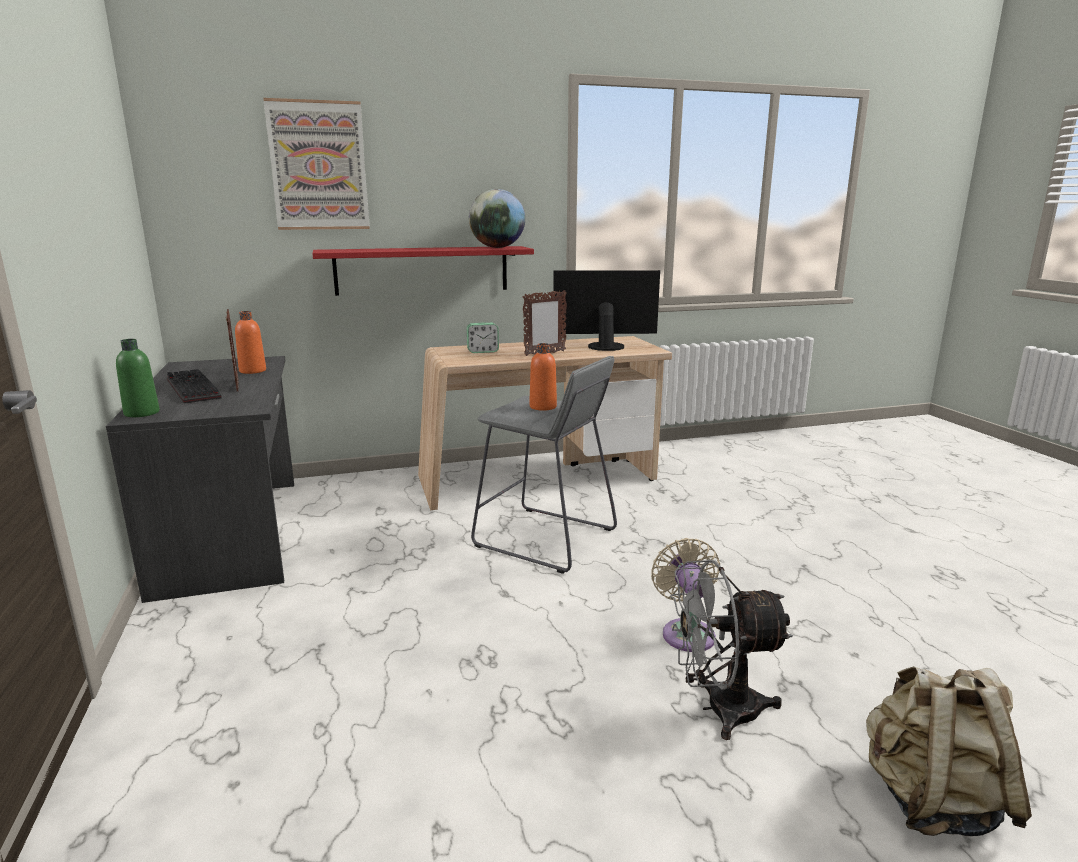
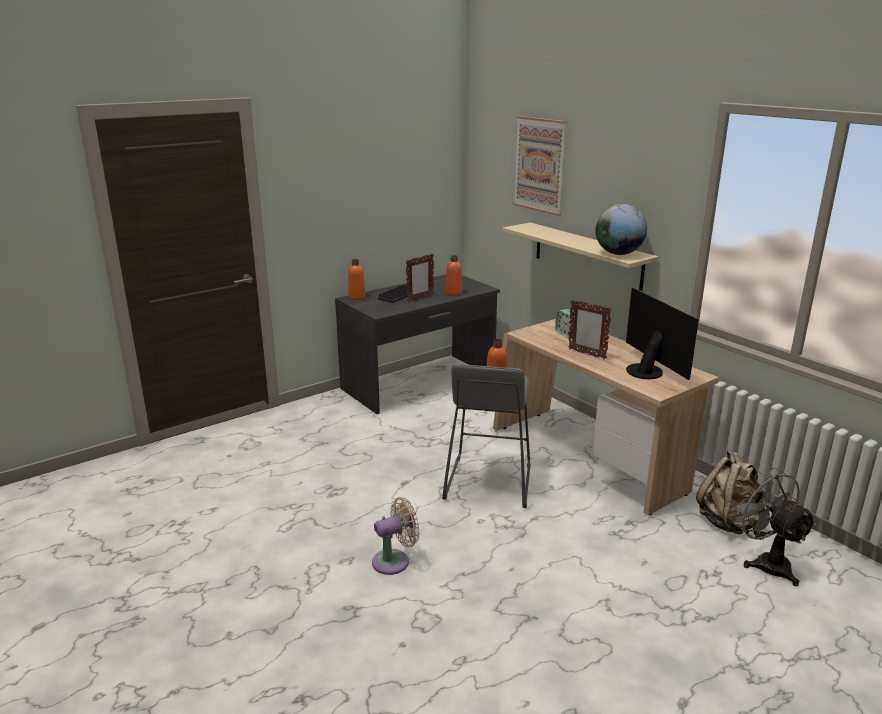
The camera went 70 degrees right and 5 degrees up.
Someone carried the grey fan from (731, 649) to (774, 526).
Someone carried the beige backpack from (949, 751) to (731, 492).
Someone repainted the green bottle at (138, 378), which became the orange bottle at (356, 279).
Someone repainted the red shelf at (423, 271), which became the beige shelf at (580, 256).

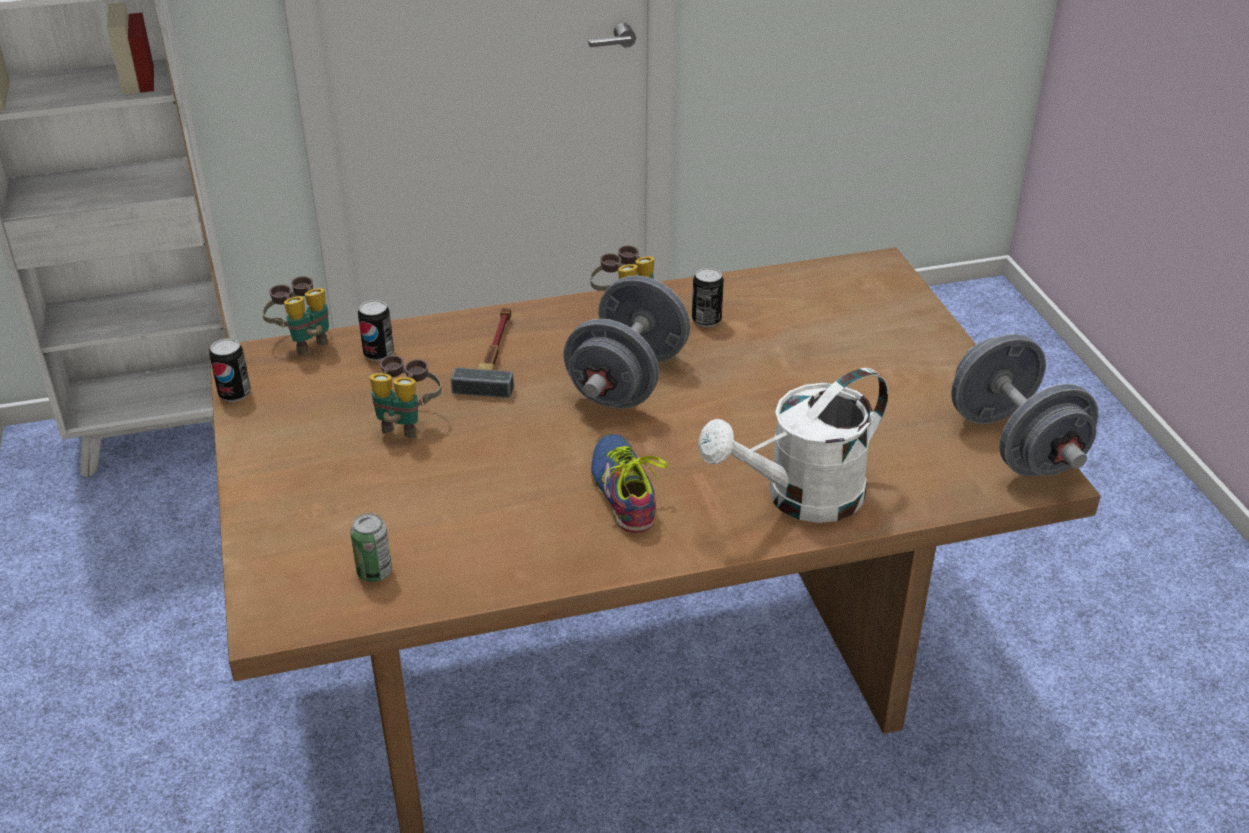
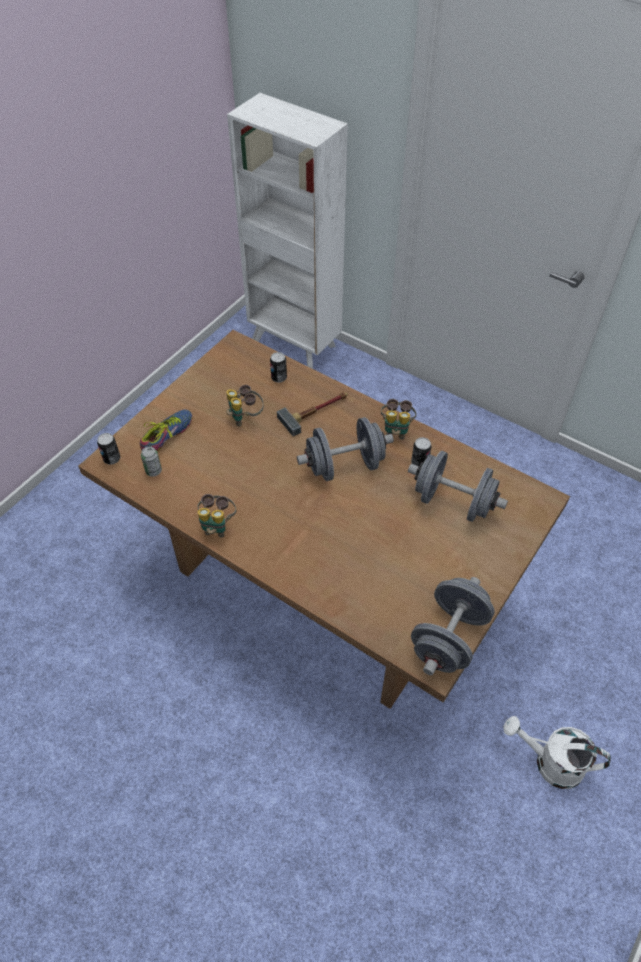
The camera went 50 degrees right and 15 degrees up.
Someone put down the grey dumbbell at (458, 486).
Someone carried the can from (230, 370) to (108, 449).
Someone carried the binoculars from (295, 315) to (217, 515).
Someone carried the shoe from (629, 483) to (166, 431).
Someone carried the white watering can from (793, 445) to (557, 752).

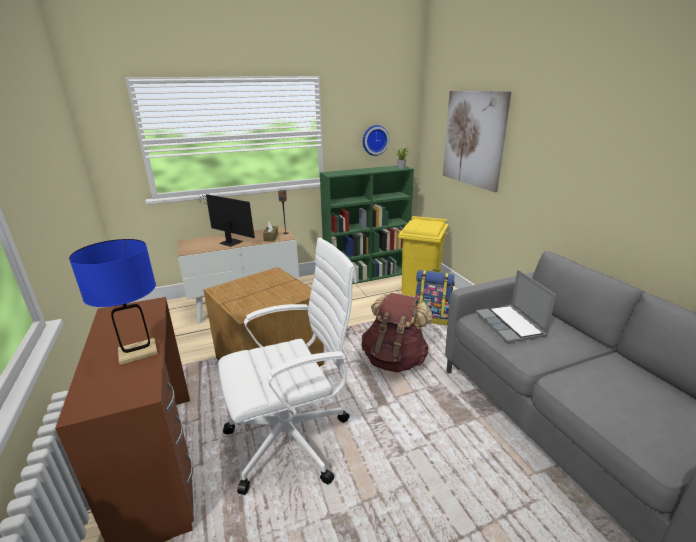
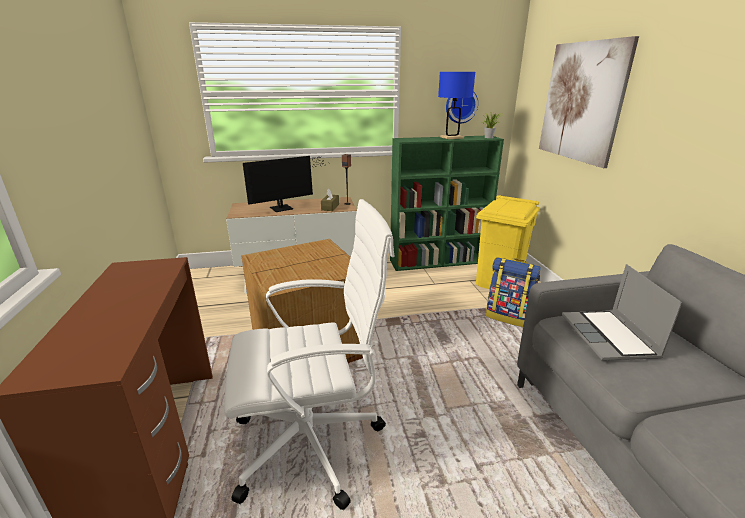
The camera went 10 degrees right and 0 degrees up.
Someone took away the brown backpack at (397, 333).
Someone carried the blue table lamp from (113, 302) to (456, 105).
Someone rotated the monitor at (225, 220) by 105 degrees clockwise.

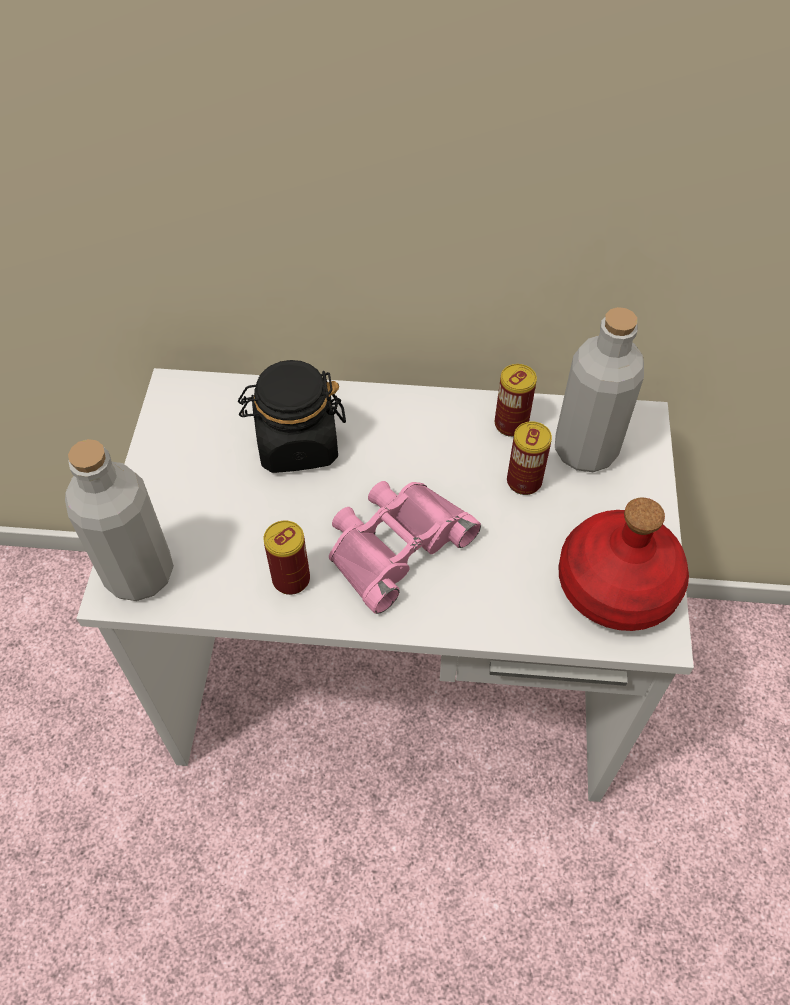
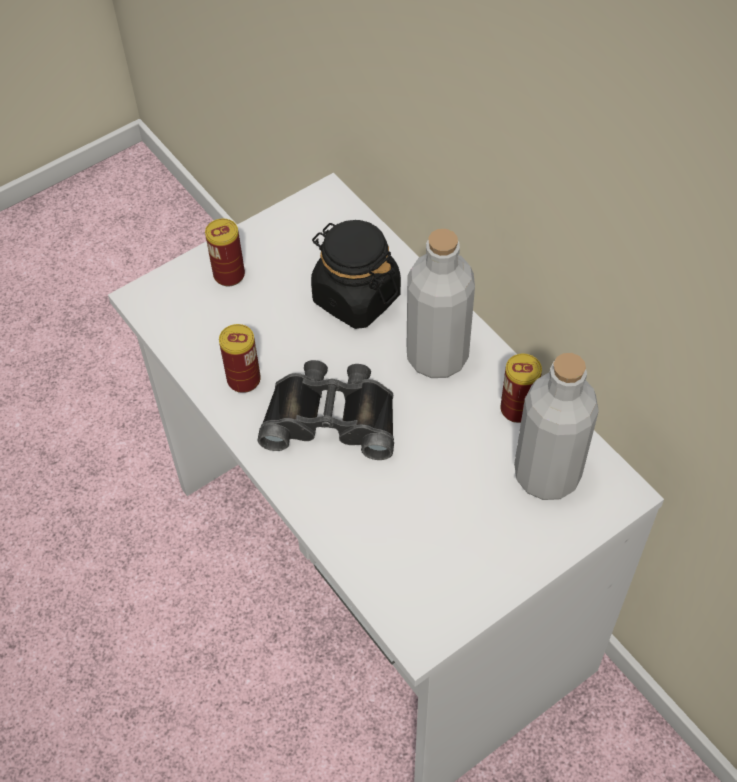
The camera went 50 degrees right and 0 degrees up.
Someone took away the red bottle at (623, 564).
Someone carried the grey bottle from (119, 520) to (441, 303).
Someone carried the can from (529, 458) to (225, 252).
Someone repainted the pink binoculars at (405, 547), which became the black binoculars at (325, 410).

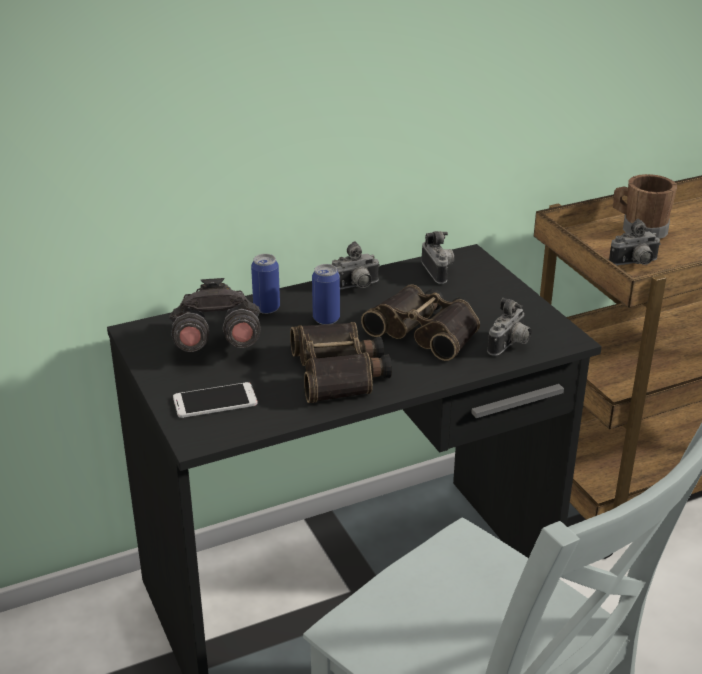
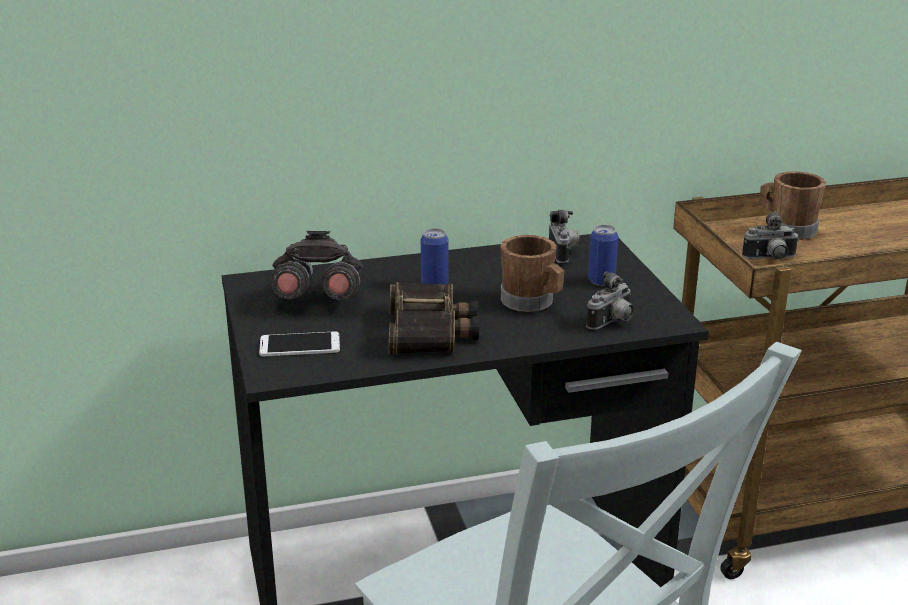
The camera went 10 degrees right and 5 degrees down.
Someone took away the photo camera at (355, 265).
Someone carried the can from (265, 284) to (603, 255).
Someone swapped the binoculars at (420, 322) for the brown mug at (532, 273).

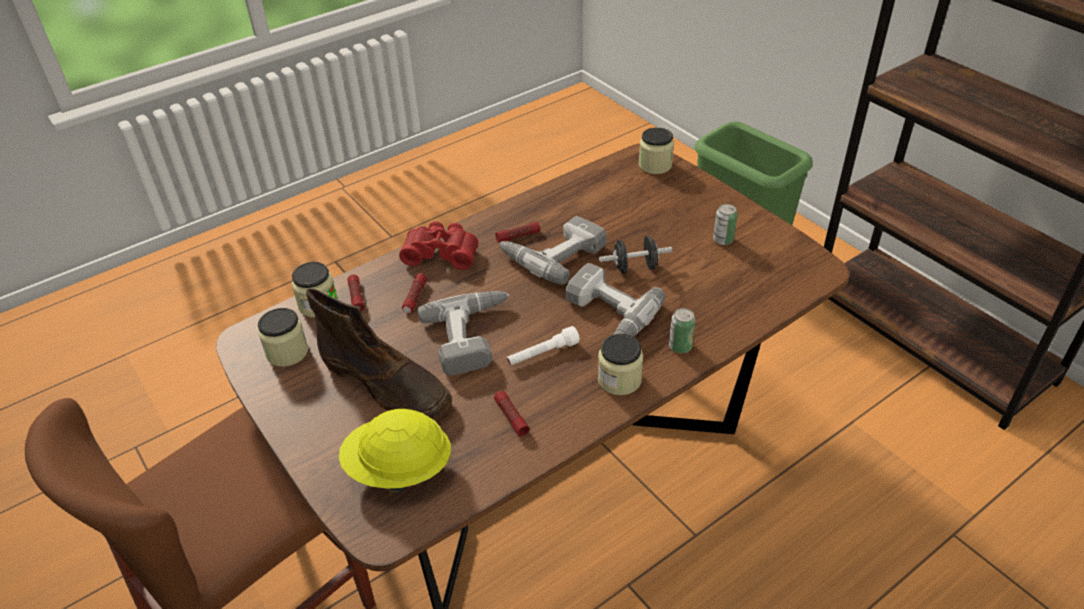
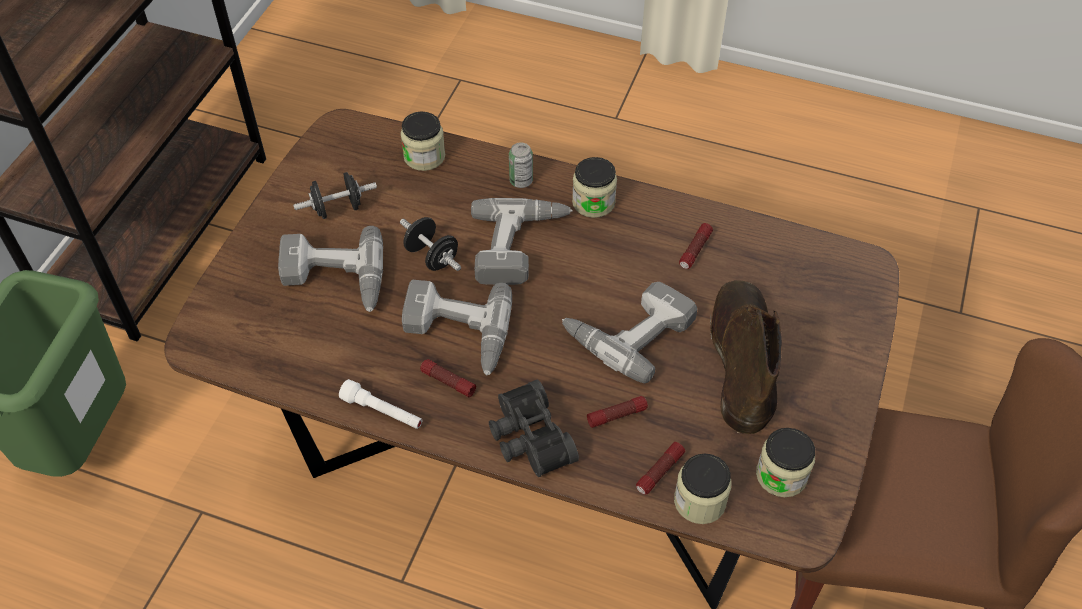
The camera went 125 degrees left and 10 degrees up.
Someone took away the yellow hard hat at (395, 451).
Someone put down the power drill at (330, 269).
Someone carried the white flashlight from (543, 346) to (380, 404).
Someone carried the jar from (656, 150) to (423, 141).
Someone swapped the can at (725, 224) for the black dumbbell at (335, 195).
Someone repainted the red binoculars at (439, 245), which became the black binoculars at (534, 428).

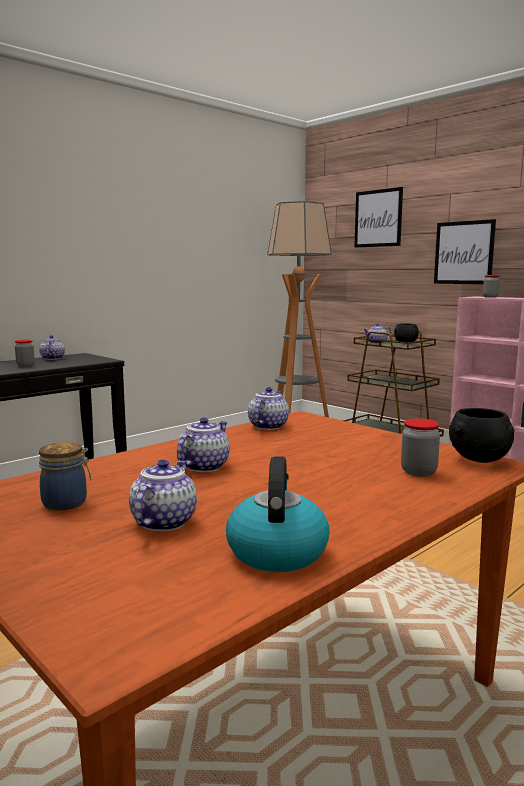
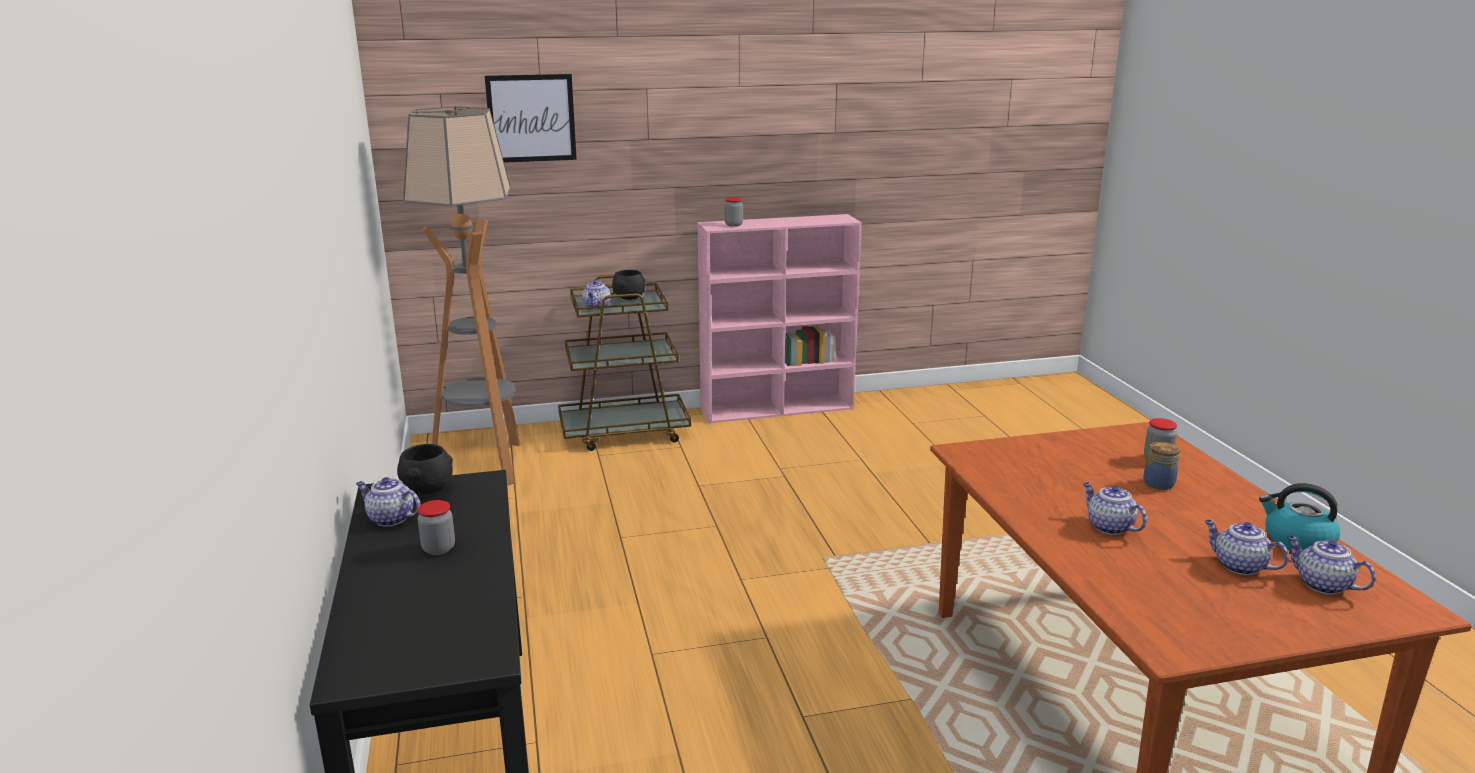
The camera went 60 degrees left and 10 degrees up.
Someone took away the picture at (465, 251).
Someone carried the jar from (65, 476) to (1161, 466).
Someone carried the teapot from (268, 408) to (1331, 565).
Someone carried the black bowl from (481, 435) to (425, 469).

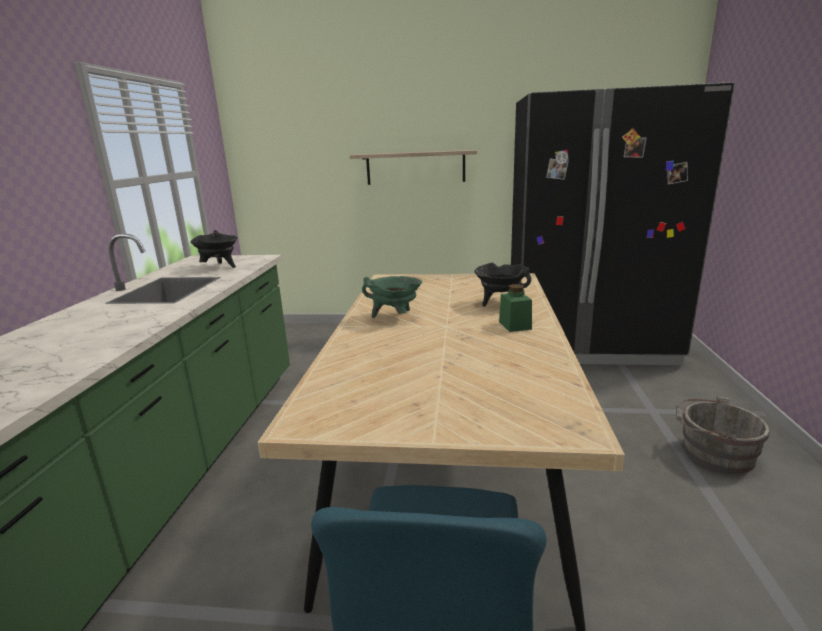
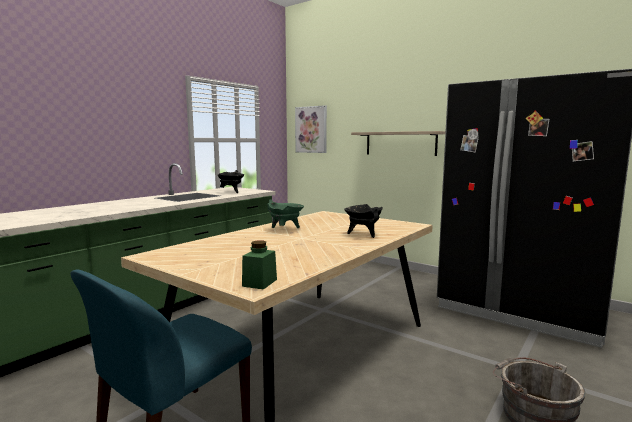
The camera went 30 degrees right and 10 degrees down.
Someone put up the picture at (311, 129).
Someone carried the green jar from (515, 308) to (259, 265).

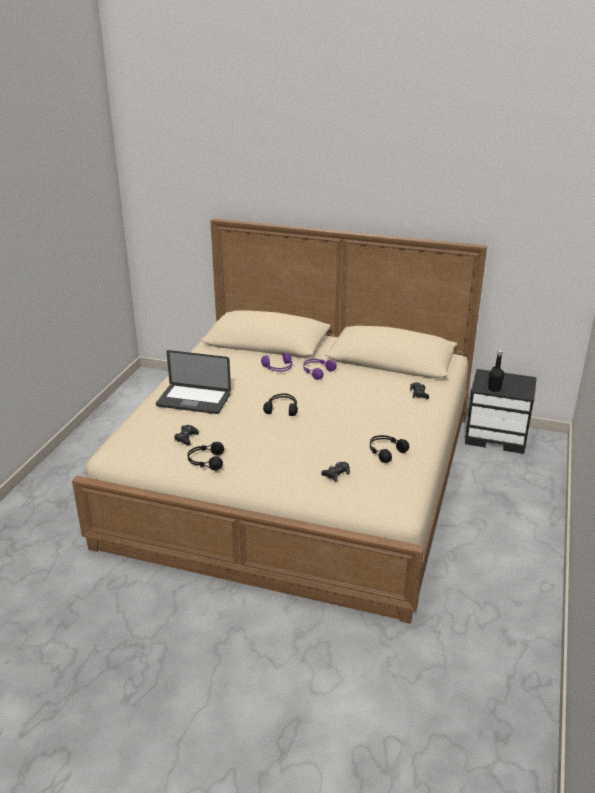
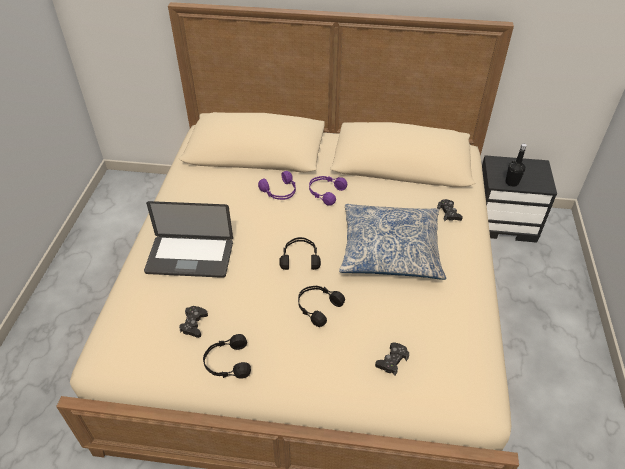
The camera went 10 degrees left and 15 degrees up.
Someone put down the pillow at (392, 242).
Someone carried the black headphones from (389, 449) to (321, 306).

